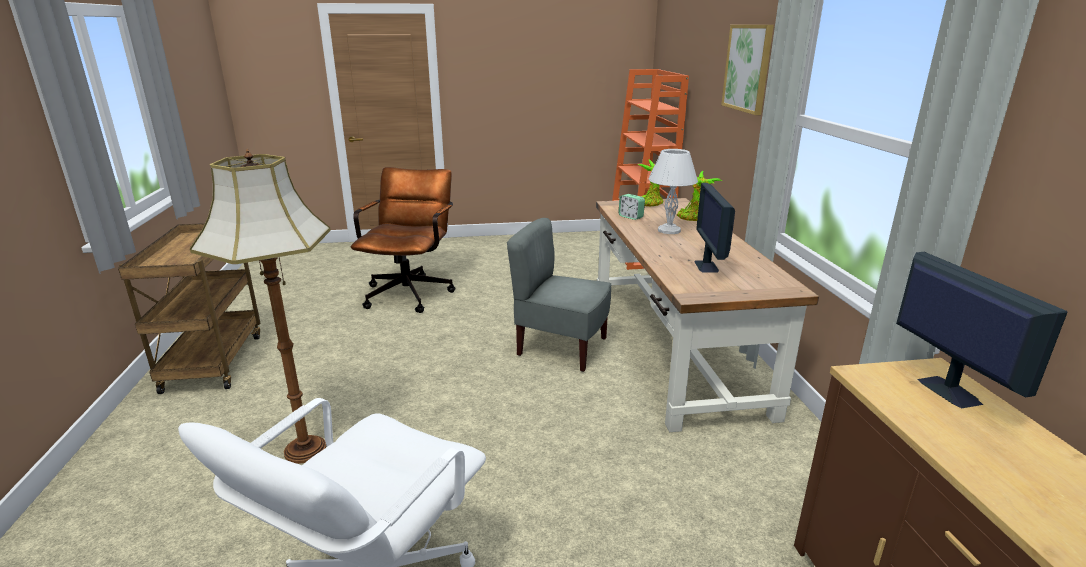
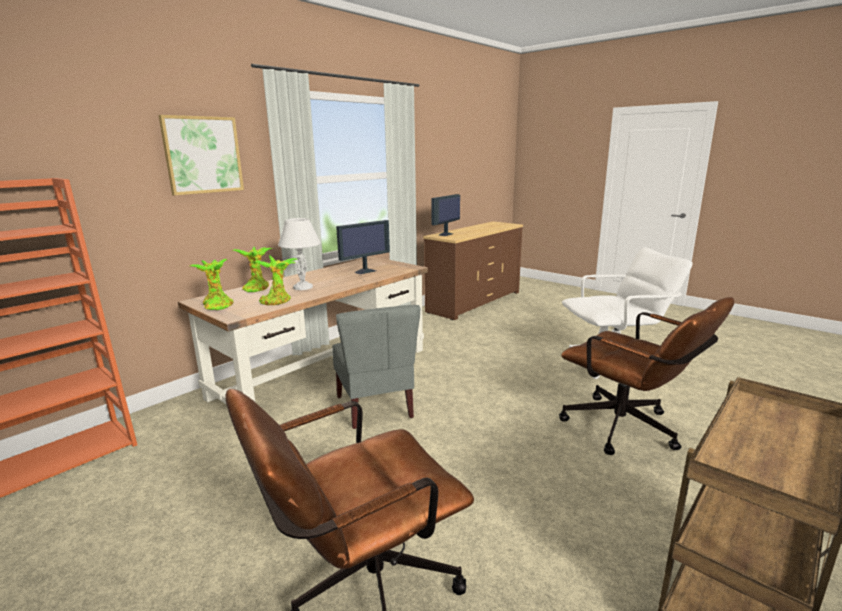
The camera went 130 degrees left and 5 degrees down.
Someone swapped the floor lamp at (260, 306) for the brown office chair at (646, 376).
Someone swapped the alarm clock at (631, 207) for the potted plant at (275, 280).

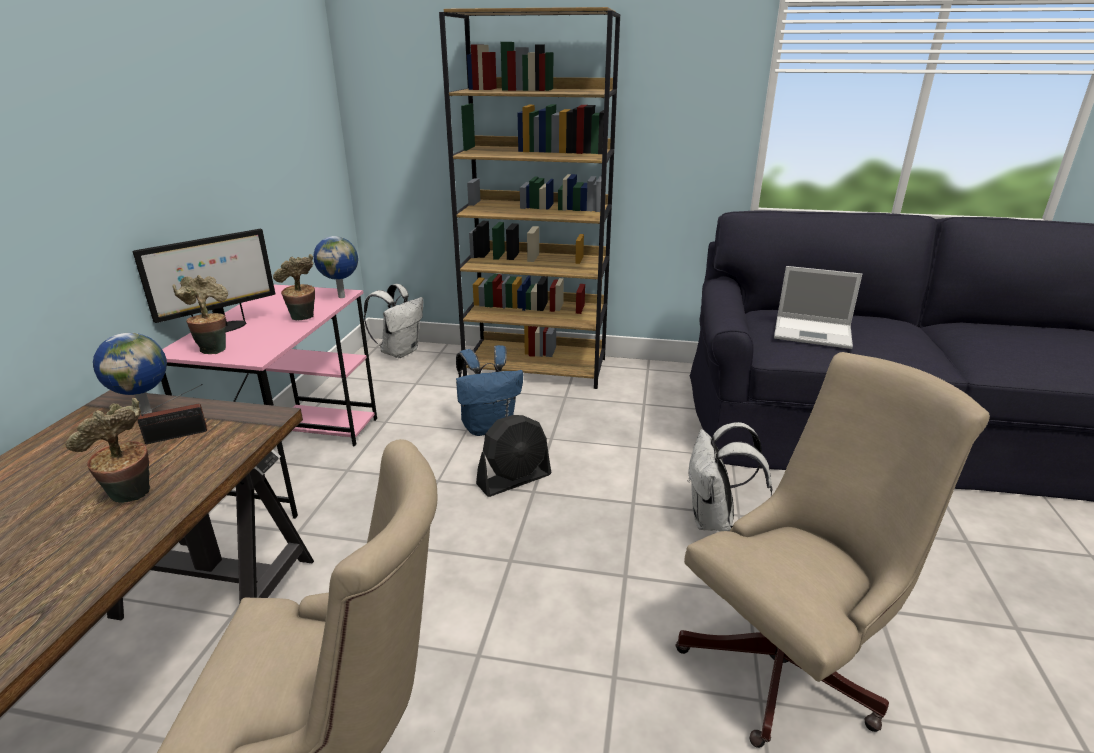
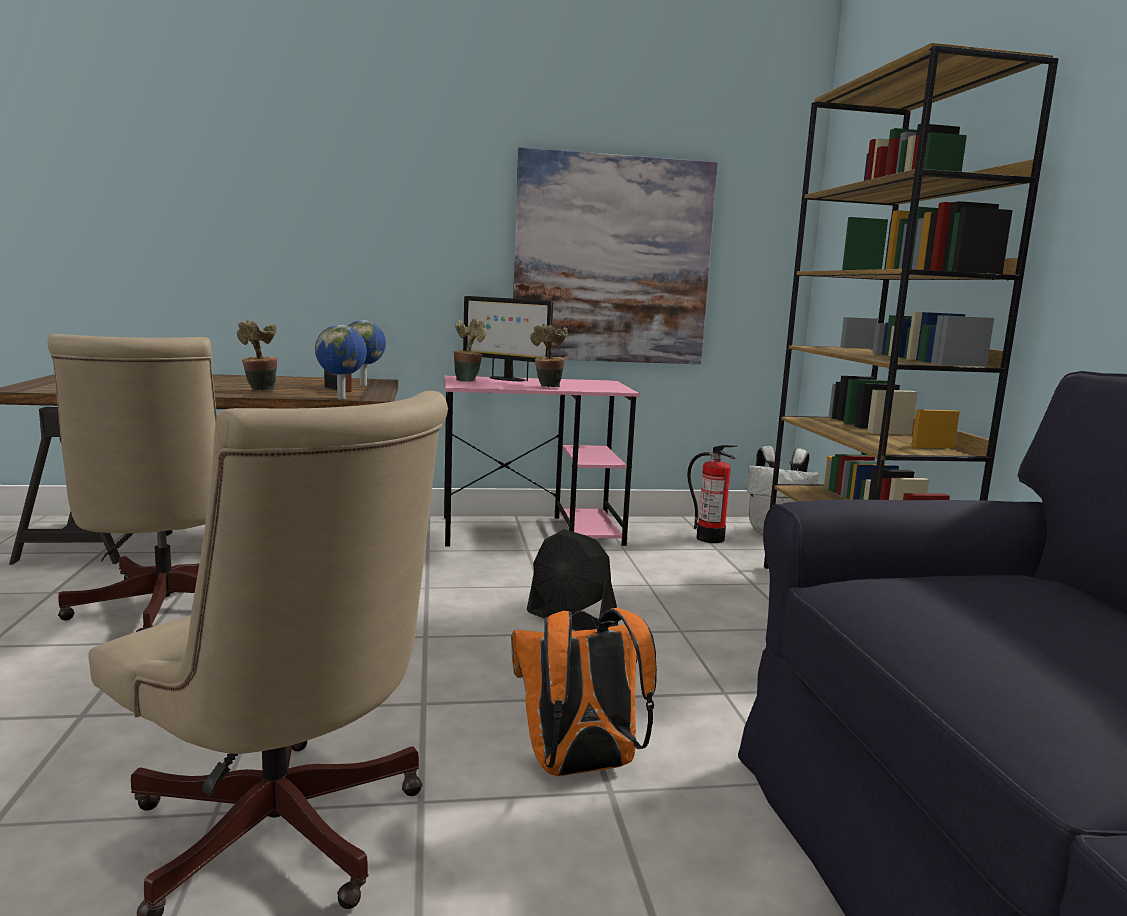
The camera went 70 degrees right and 15 degrees down.
Someone took away the blue backpack at (489, 390).
Someone took away the laptop at (818, 307).
Someone put up the picture at (615, 255).
Someone put down the fire extinguisher at (712, 494).
Someone carried the globe from (336, 267) to (341, 362).
Someone repainted the white backpack at (730, 476), which became the orange backpack at (584, 692).

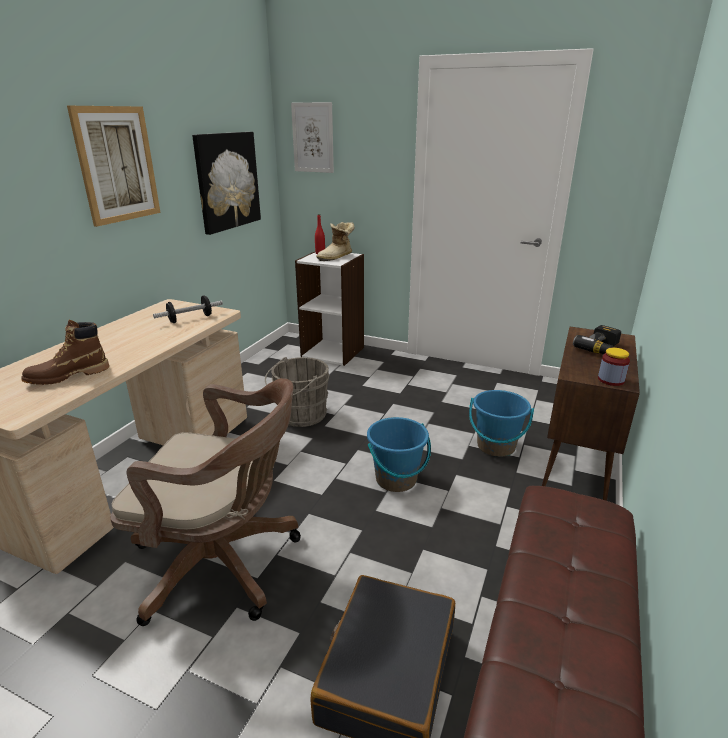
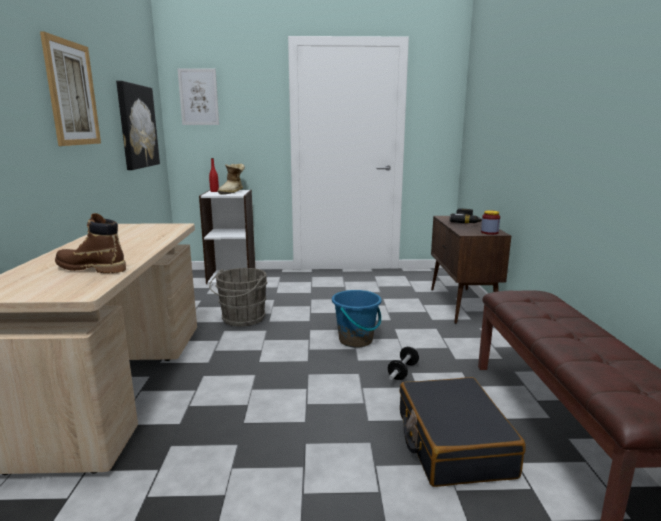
The camera went 25 degrees left and 10 degrees down.
Someone took away the brown office chair at (205, 502).
Someone took away the blue bucket at (501, 423).
Someone carried the dumbbell from (188, 309) to (403, 363).
Someone rotated the brown boot at (65, 352) by 75 degrees clockwise.

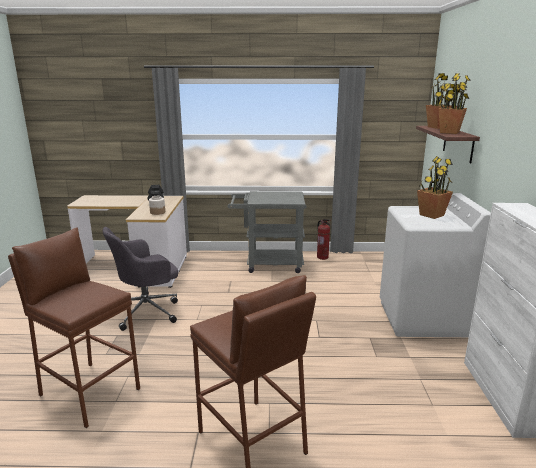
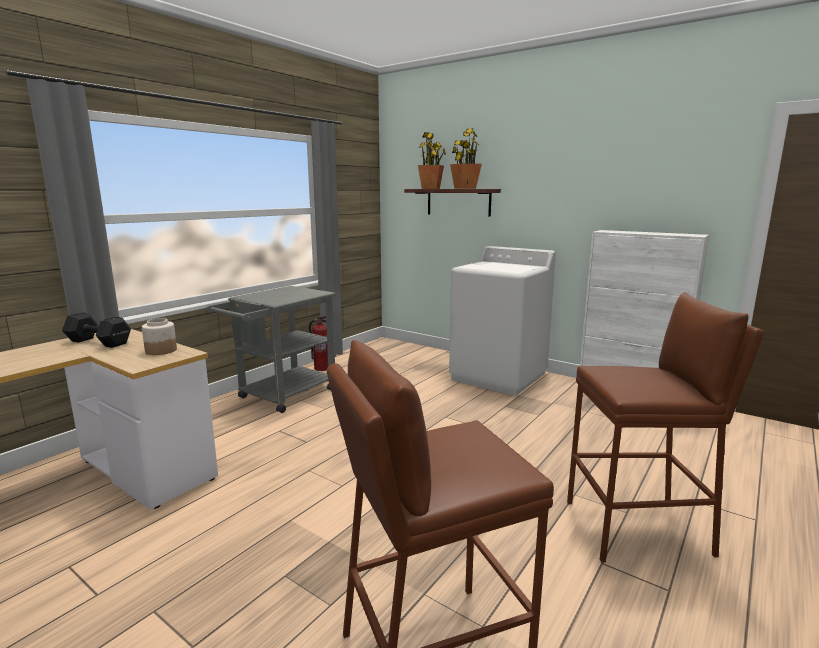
The camera went 55 degrees left and 5 degrees down.
Someone took away the grey office chair at (140, 279).
Someone took away the potted plant at (435, 187).

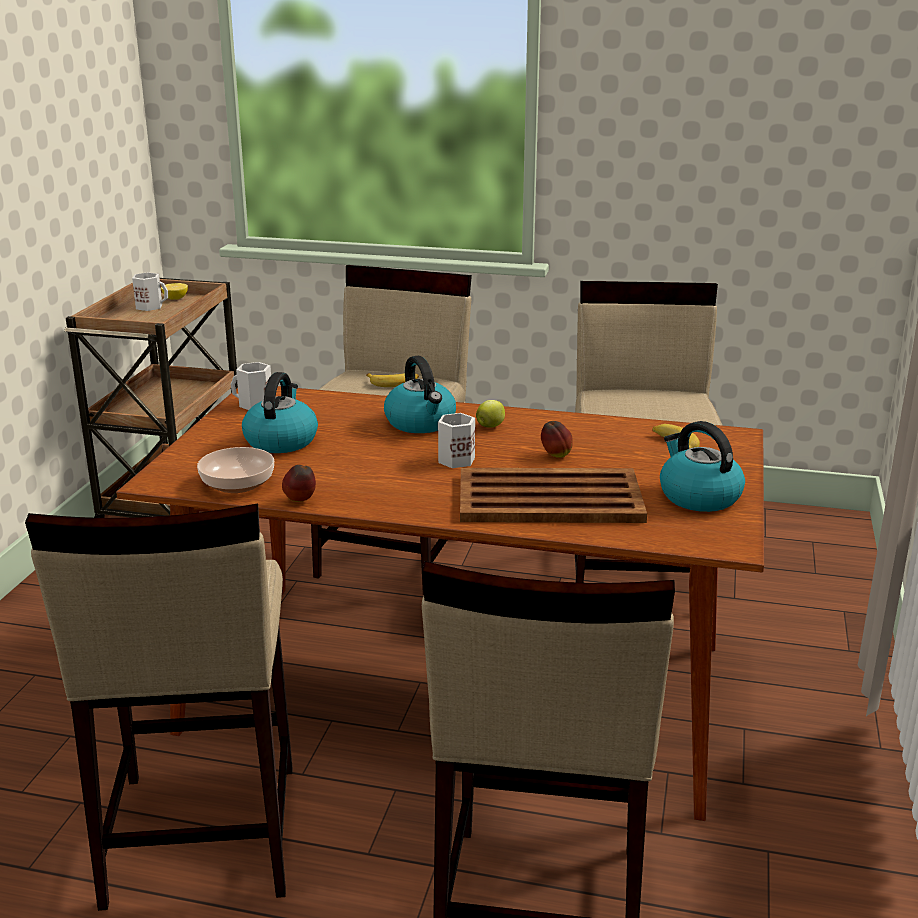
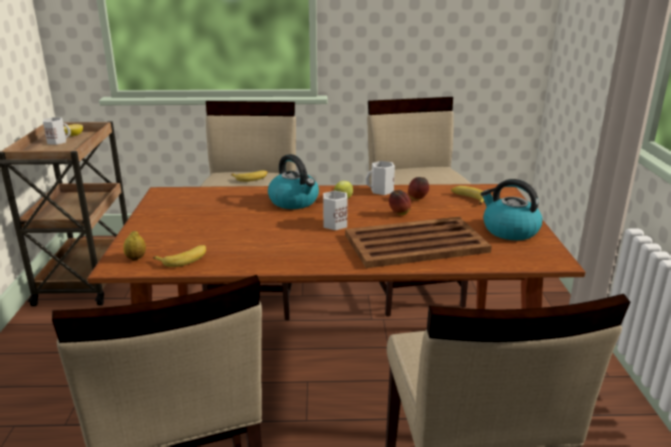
The camera went 15 degrees left and 0 degrees up.
Someone took away the kettle at (280, 412).
Someone put down the lemon at (134, 246).
Someone carried the white mug from (250, 386) to (380, 178).
Someone carried the apple from (299, 483) to (418, 188).
Someone swapped the bowl at (235, 470) for the banana at (179, 256).

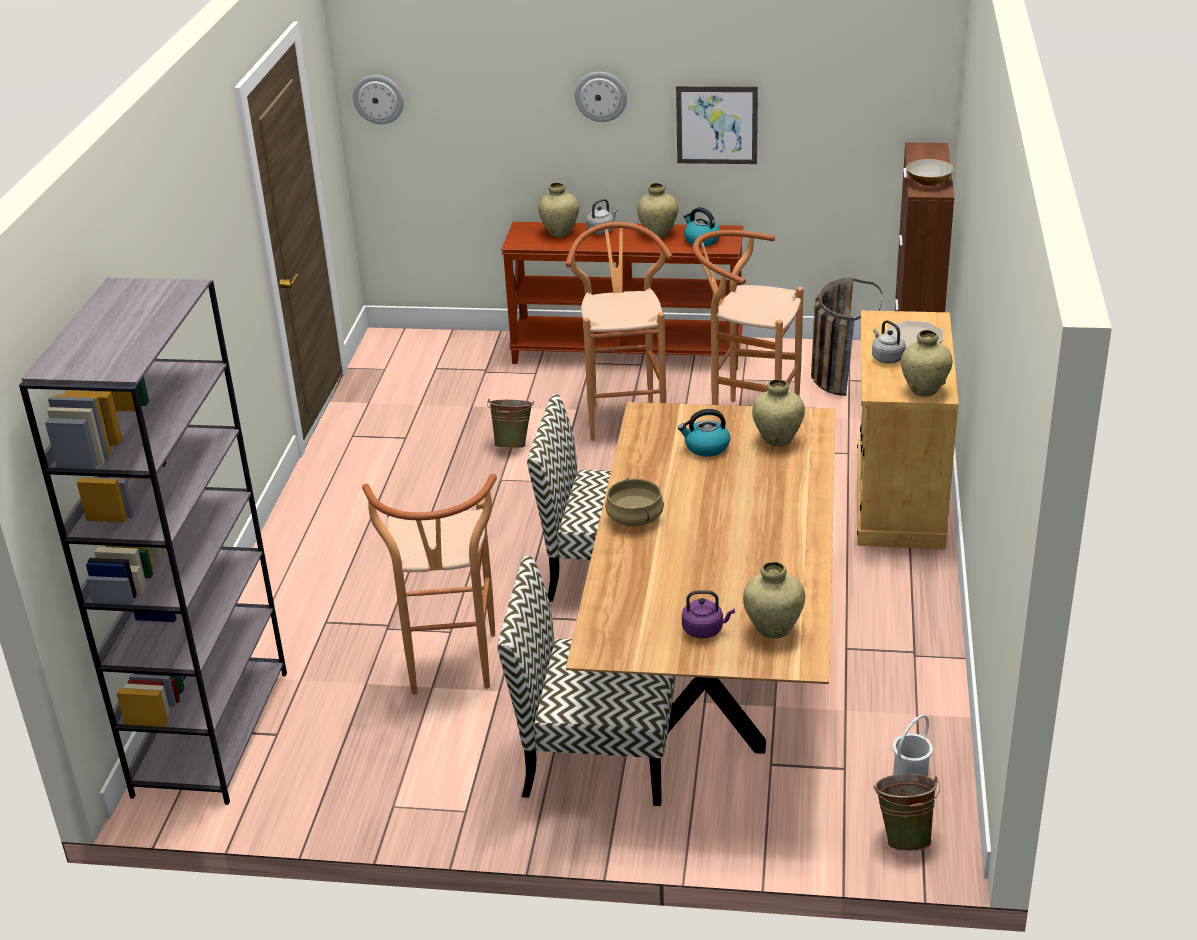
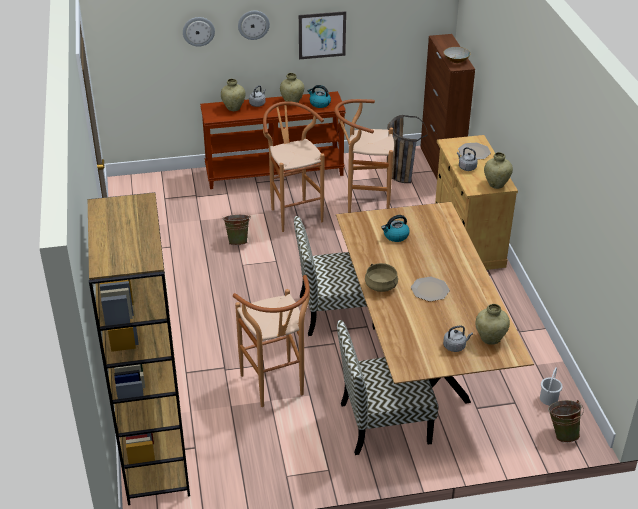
The camera went 20 degrees left and 5 degrees up.
Someone took away the beige vase at (778, 413).
Someone put down the plate at (430, 289).
Someone carried the wall clock from (378, 99) to (199, 32).
Someone repainted the grey bookcase at (153, 541), which became the brown bookcase at (138, 348).
Someone repainted the purple kettle at (708, 614), which became the grey kettle at (458, 338).

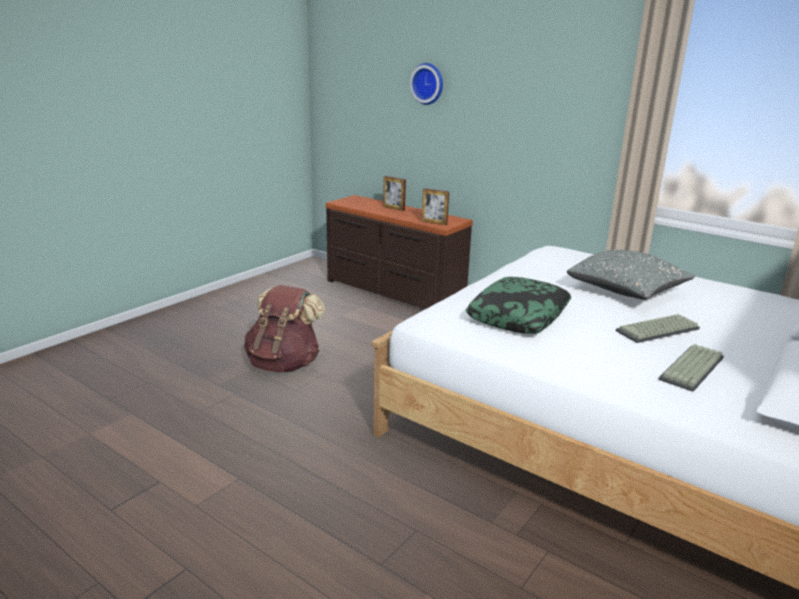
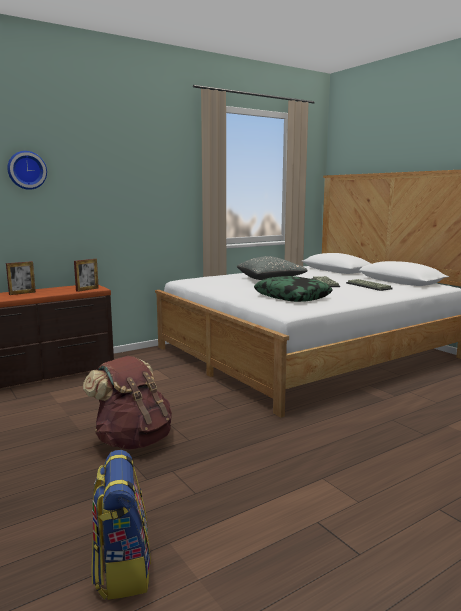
The camera went 70 degrees left and 10 degrees down.
Someone put down the backpack at (121, 525).

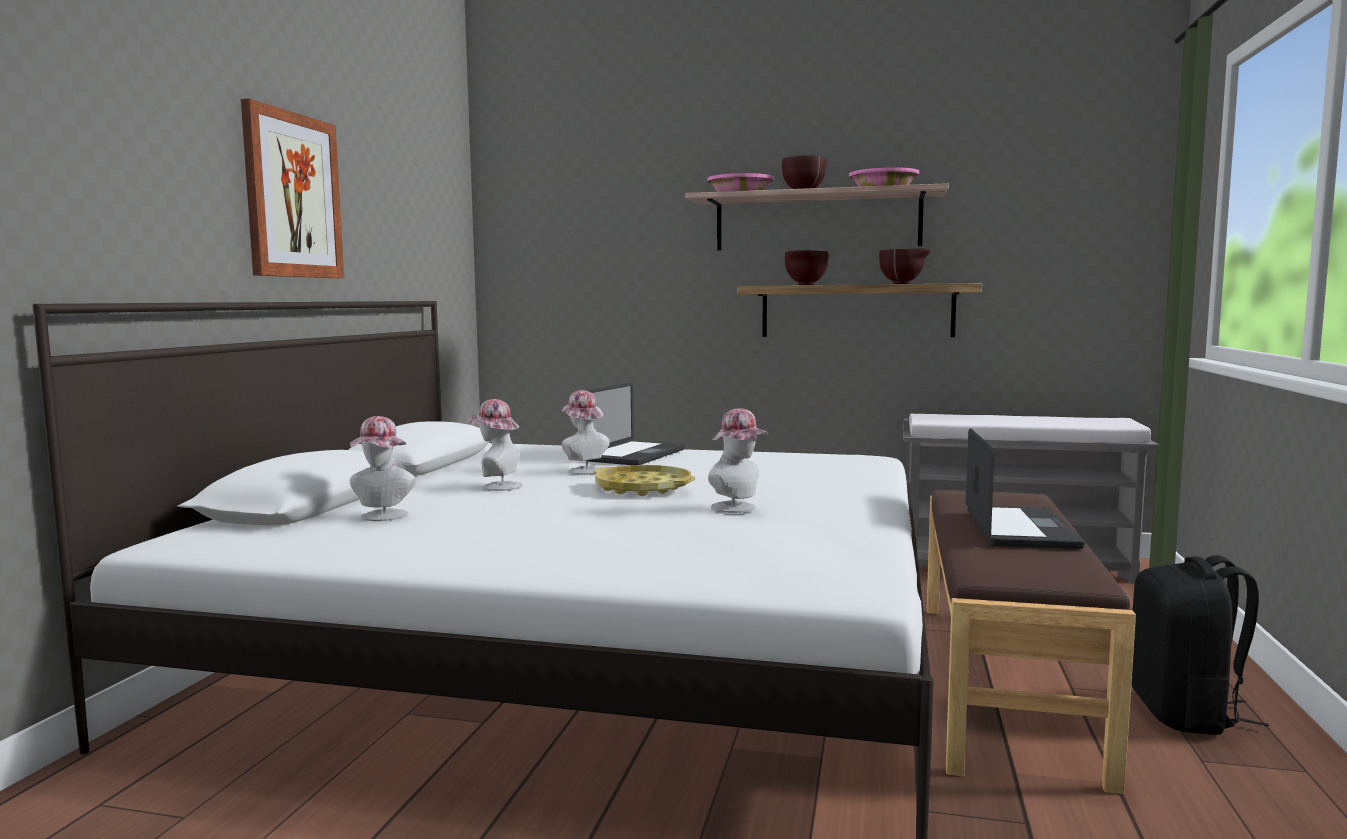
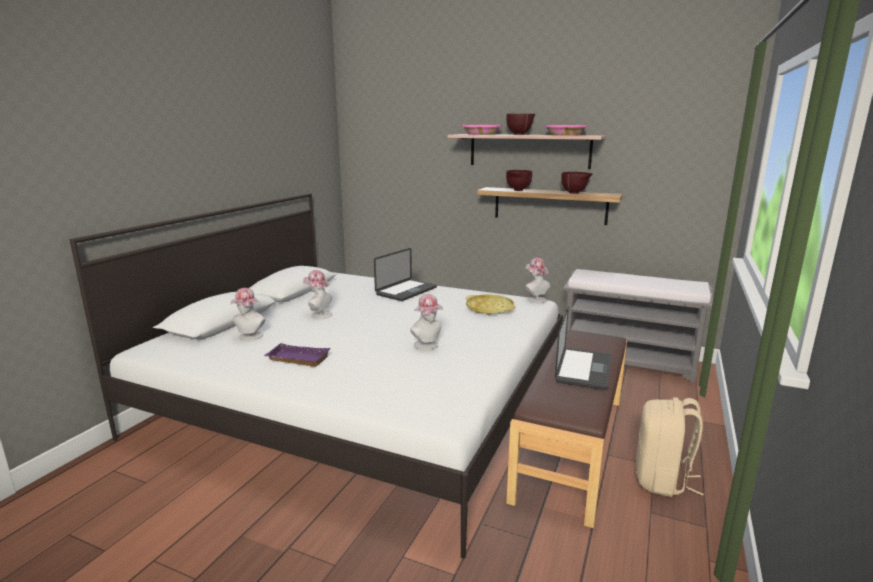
The camera went 10 degrees right and 10 degrees up.
Someone took away the picture at (292, 188).
Someone put down the purple tray at (297, 355).
Someone carried the hat from (585, 432) to (537, 280).
Someone carried the yellow tray from (644, 480) to (491, 305).
Someone repainted the black backpack at (1200, 645), which became the beige backpack at (669, 447).

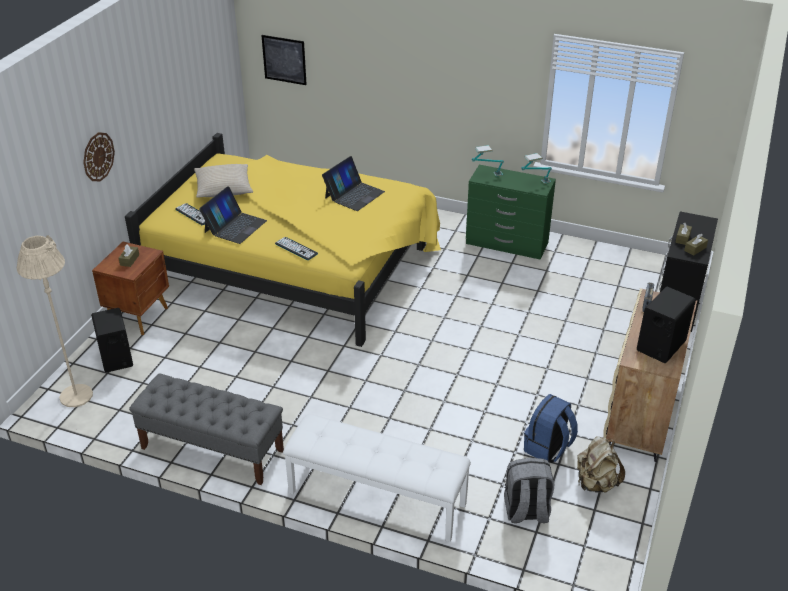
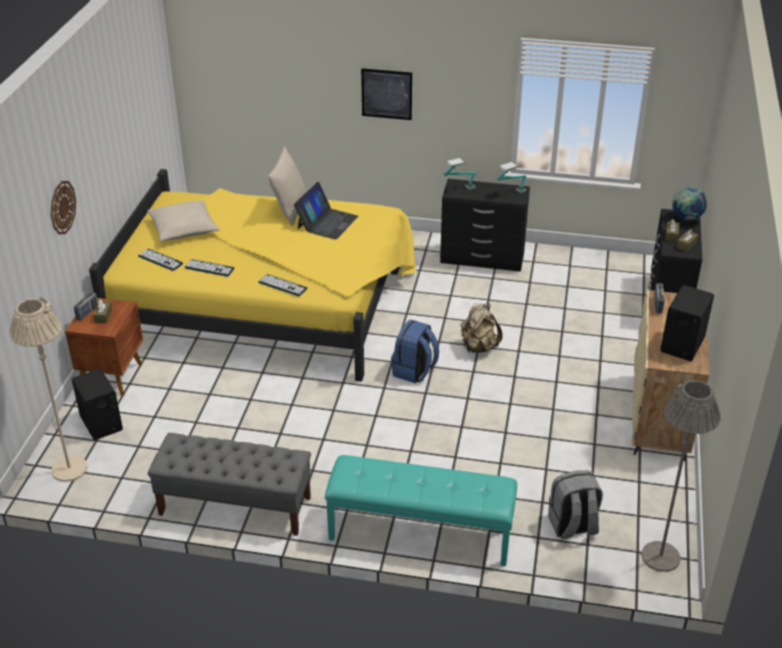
The camera went 10 degrees left and 0 degrees up.
Someone put down the radio at (86, 306).
Someone put down the beige pillow at (287, 186).
Someone put down the grey floor lamp at (680, 475).
Someone put down the globe at (689, 204).
Someone carried the picture from (284, 60) to (386, 94).
Someone carried the blue backpack from (551, 428) to (415, 351).
Someone carried the beige backpack from (601, 464) to (481, 328).
Someone swapped the laptop at (233, 215) for the keyboard at (209, 268).
Someone repainted the white bench at (377, 478), which became the turquoise bench at (421, 510).
Someone repainted the green dresser at (511, 212), which became the black dresser at (485, 225).

